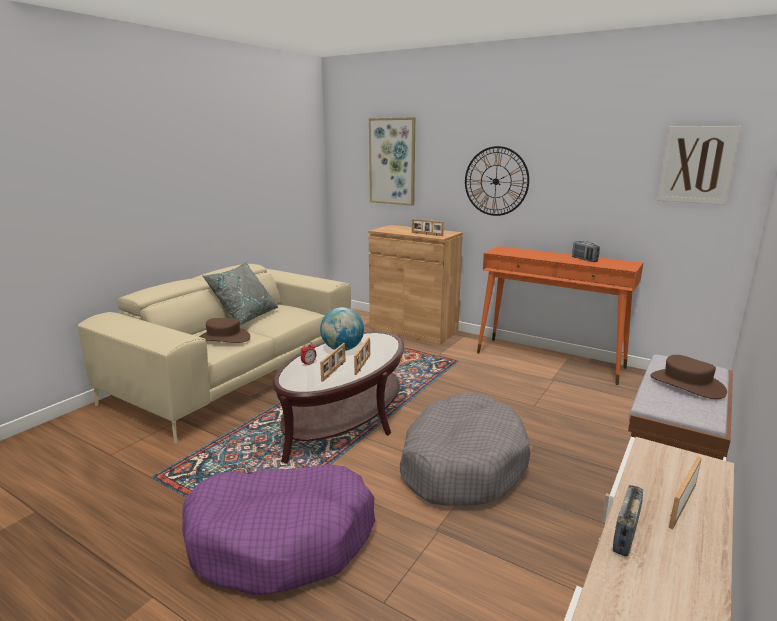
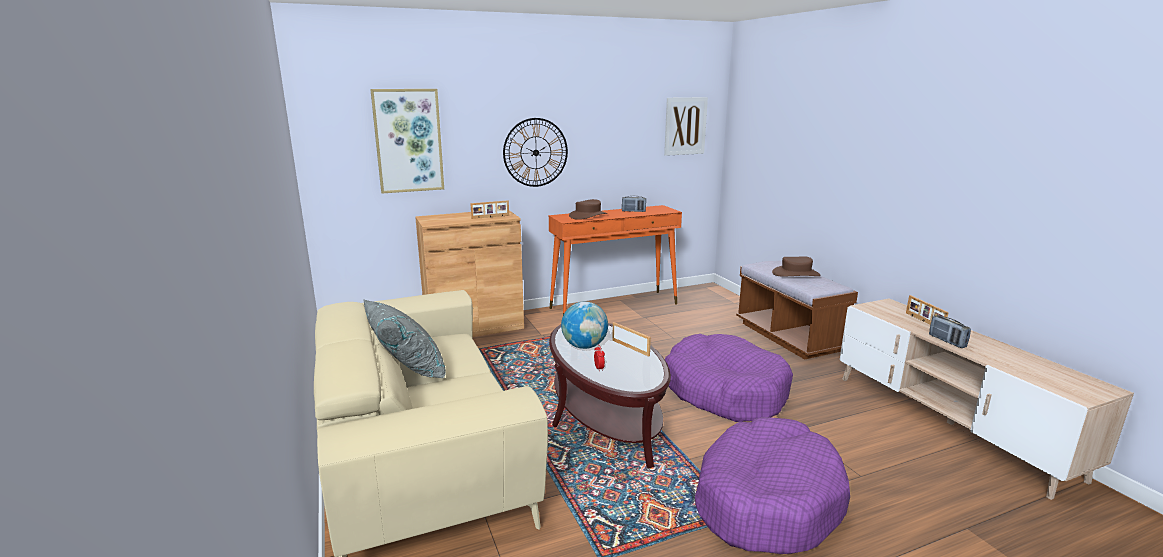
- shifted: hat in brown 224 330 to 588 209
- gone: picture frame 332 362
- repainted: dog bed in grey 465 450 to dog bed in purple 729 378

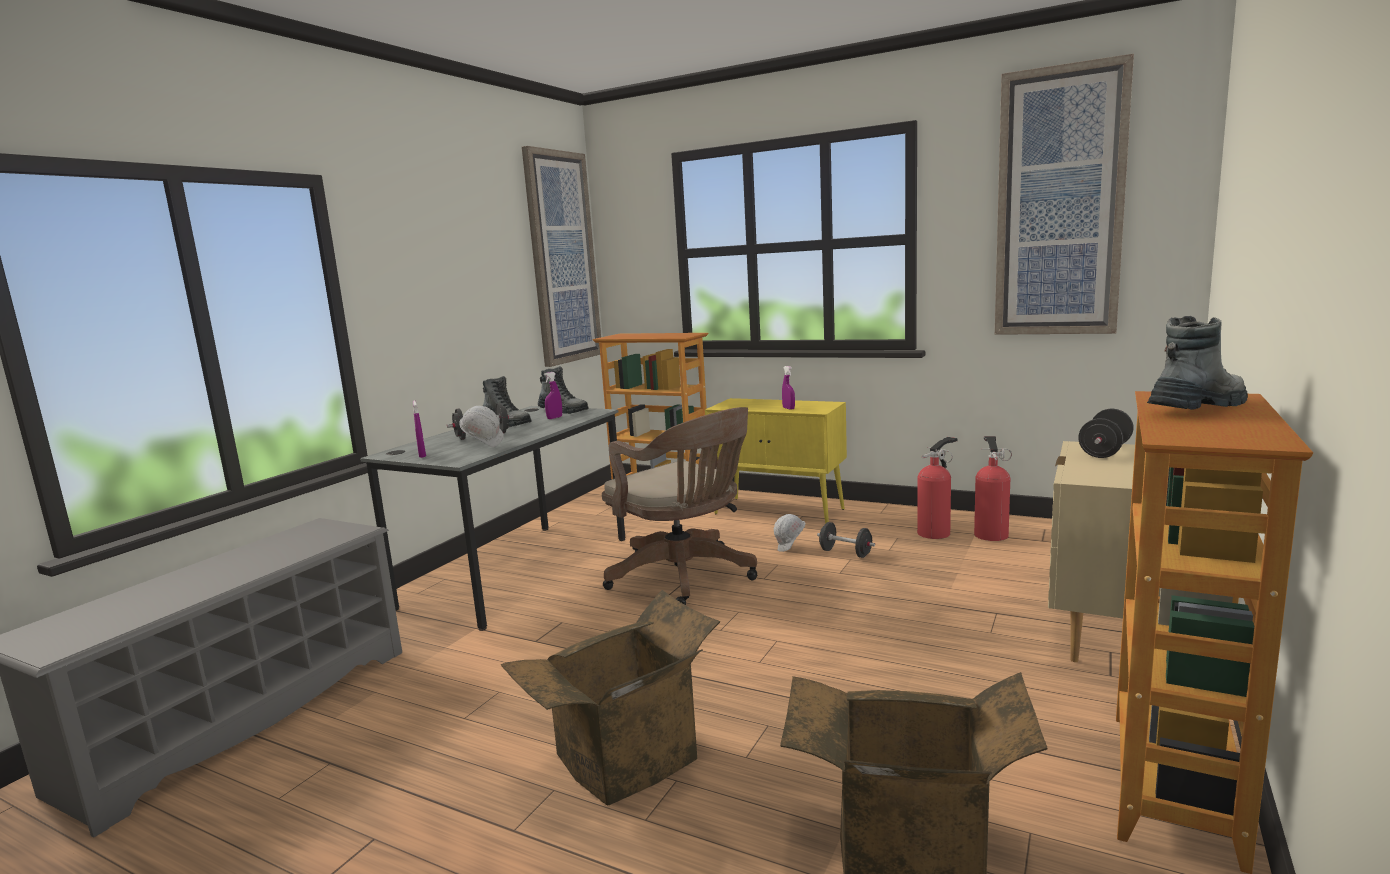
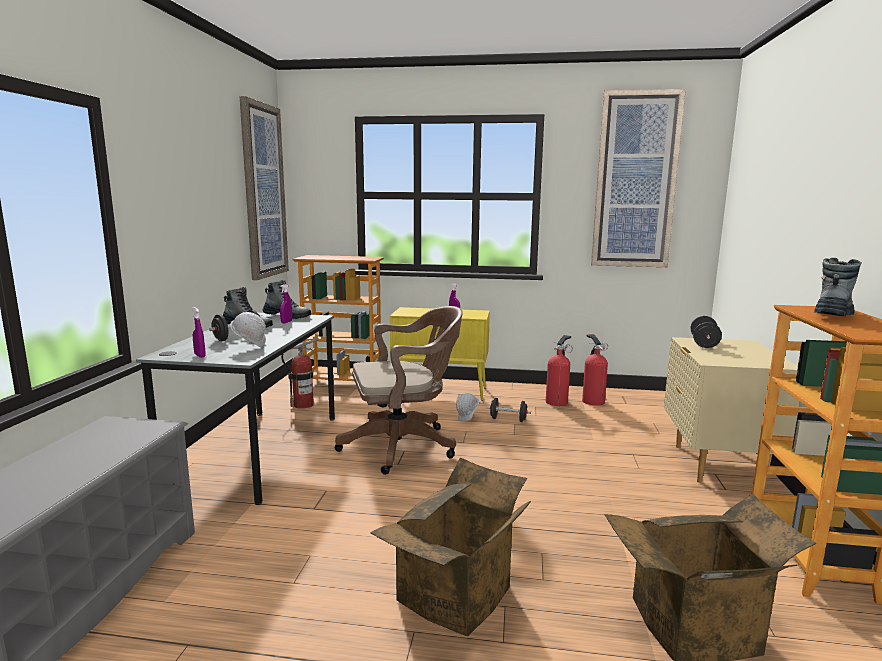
- rotated: office chair in brown 679 506 = 399 390 45 degrees counterclockwise
- new: fire extinguisher 300 373

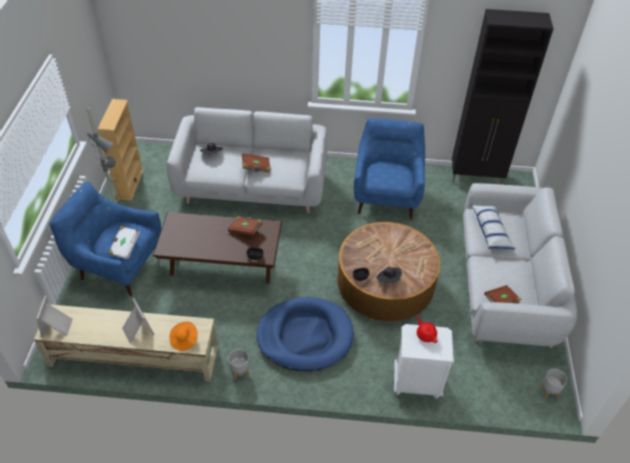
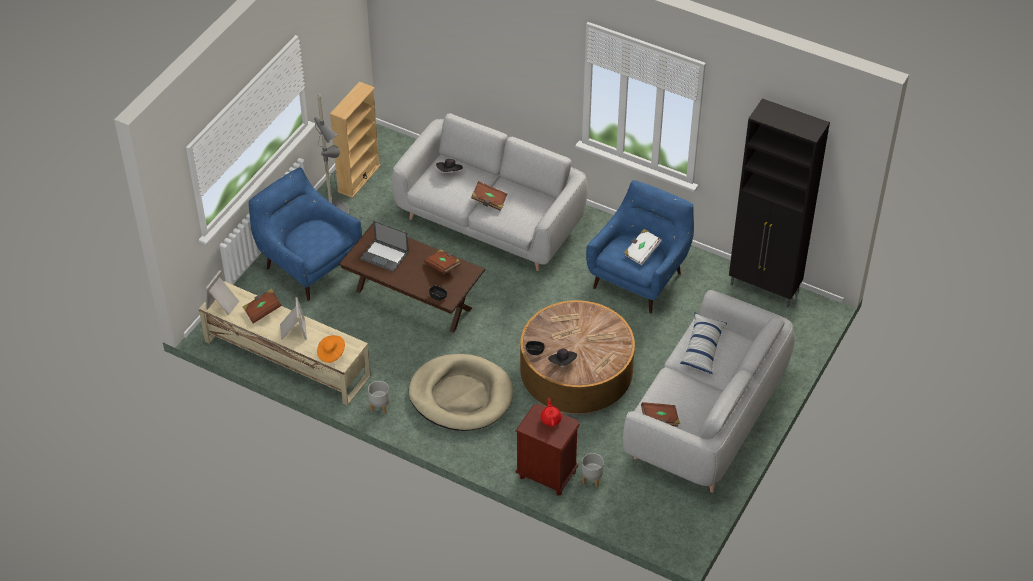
- shifted: book in white 124 242 to 643 247
- repainted: dog bed in blue 305 334 to dog bed in beige 460 392
- repainted: nightstand in white 424 361 to nightstand in brown 547 450
- shifted: planter in grey 553 384 to 593 470
- new: book in brown 262 306
- new: laptop 384 246

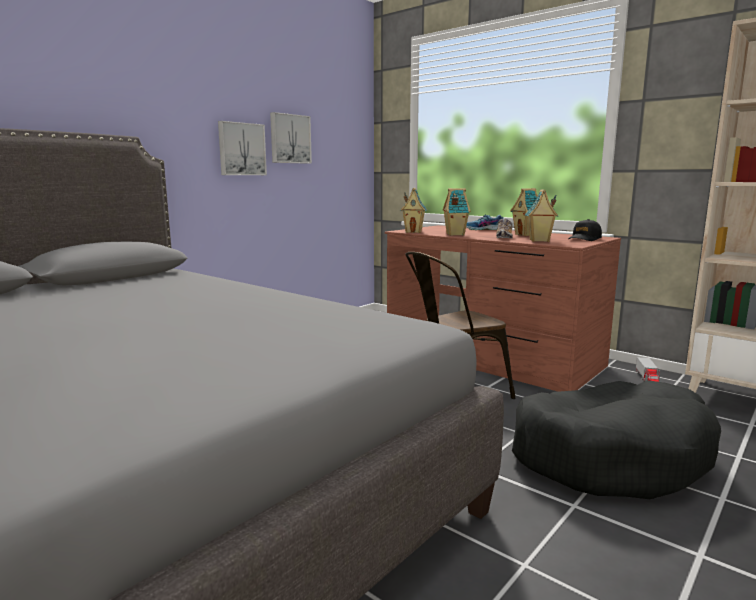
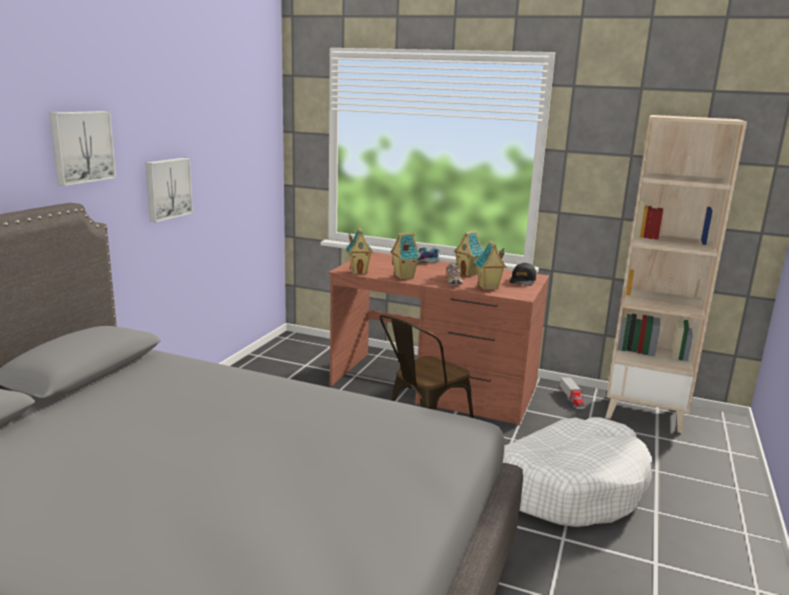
- shifted: picture 291 138 to 82 148
- repainted: dog bed in black 616 439 to dog bed in white 577 472

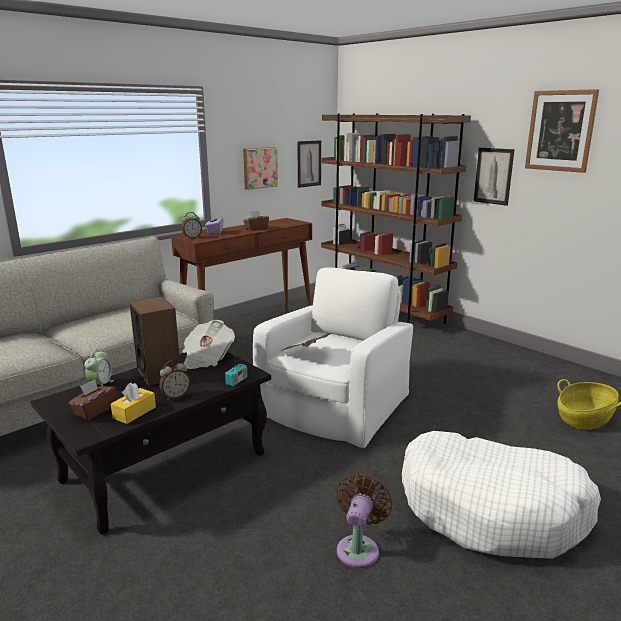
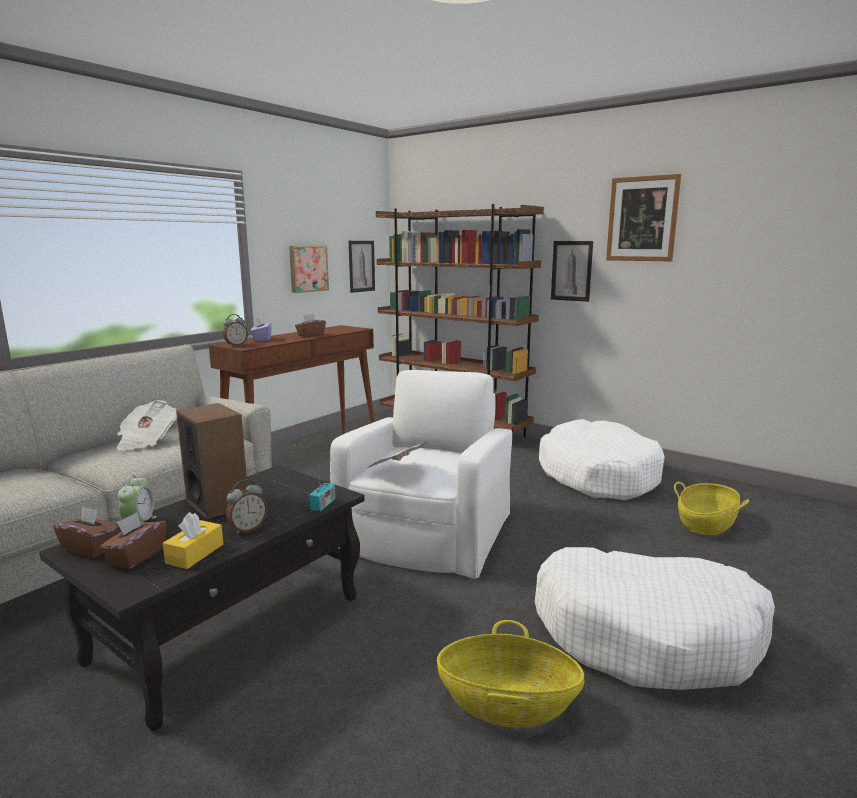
- shifted: newspaper 208 344 to 147 425
- swapped: fan in brown 364 520 to basket 510 674
- new: tissue box in brown 86 532
- new: dog bed in white 602 459

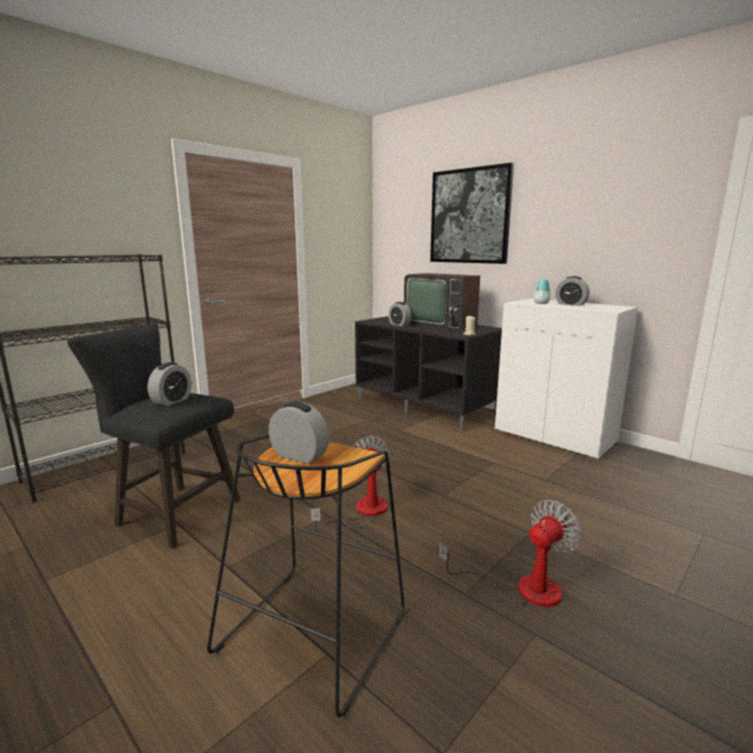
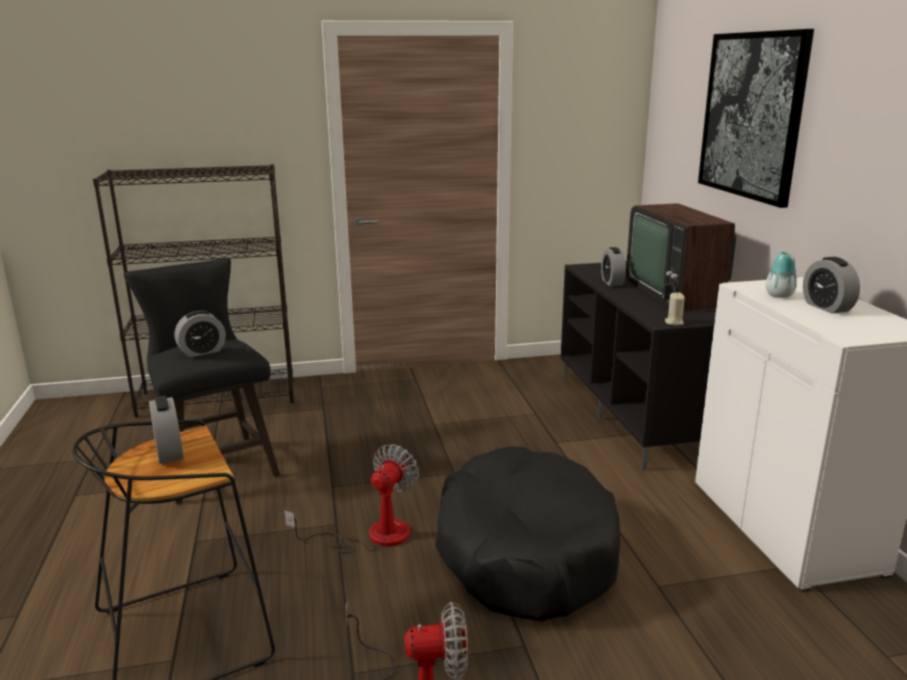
- new: dog bed in black 527 534

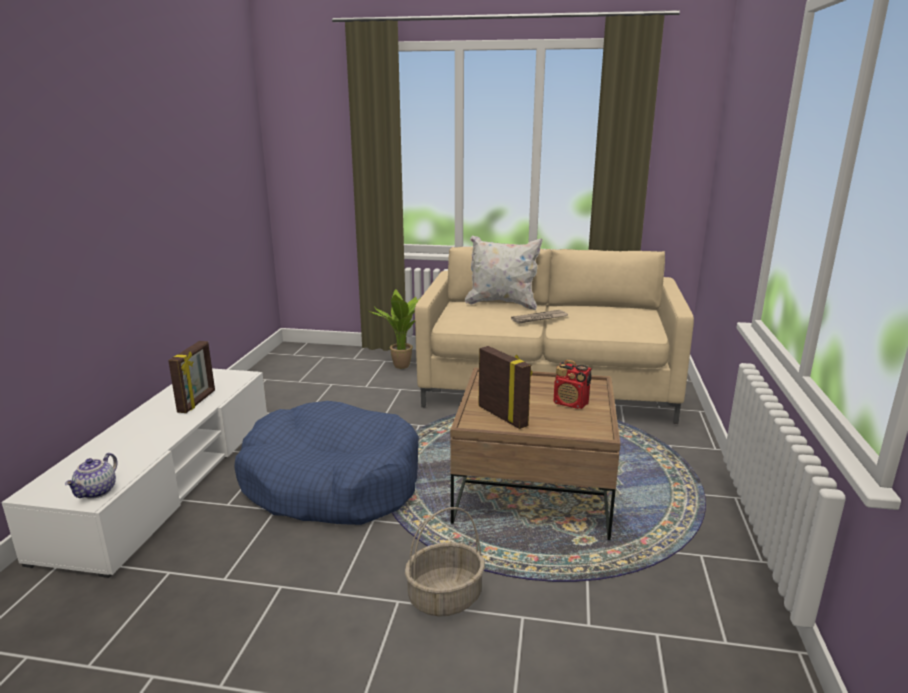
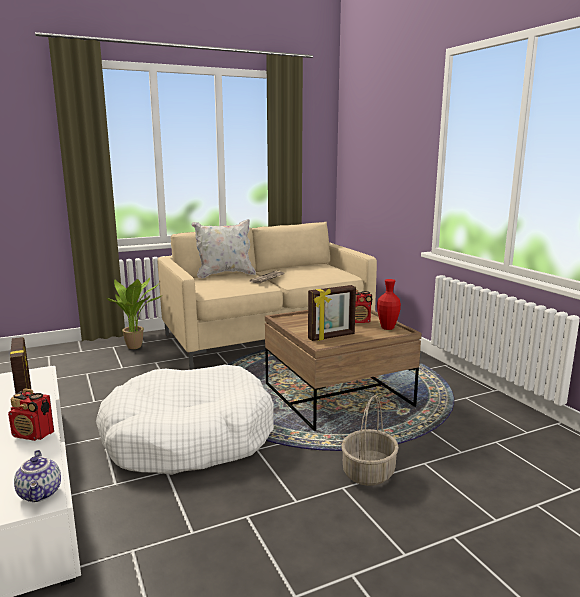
- repainted: dog bed in blue 326 463 to dog bed in white 185 420
- rotated: picture frame 505 387 = 332 313 135 degrees clockwise
- new: radio 31 414
- new: vase in red 389 304

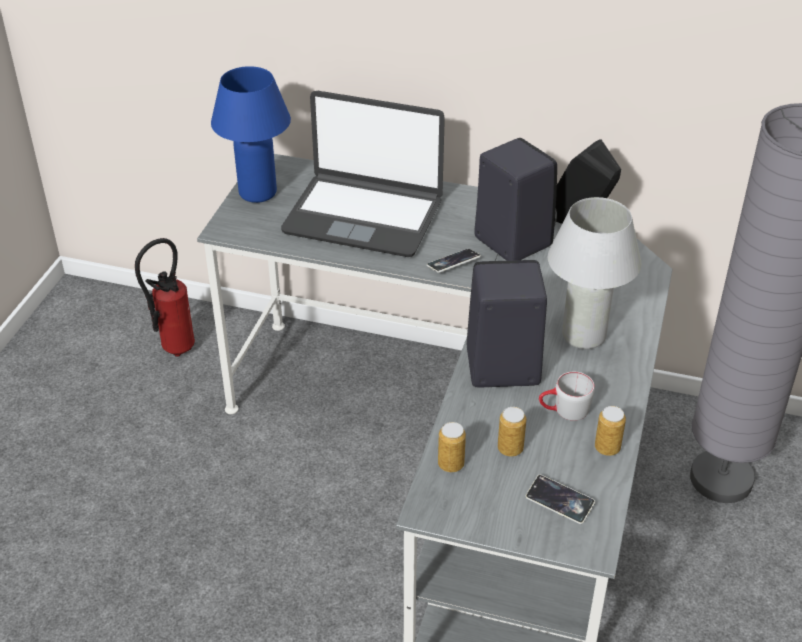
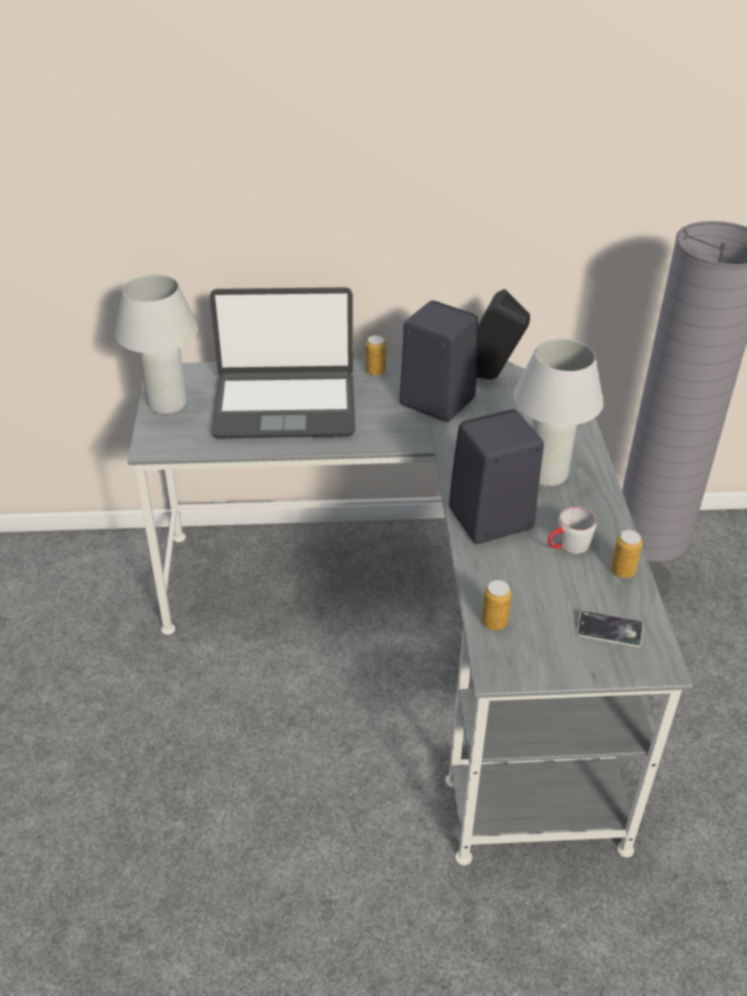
- gone: fire extinguisher 165 297
- repainted: table lamp in blue 251 134 to table lamp in white 156 344
- gone: phone 453 261
- shifted: can 512 431 to 376 355

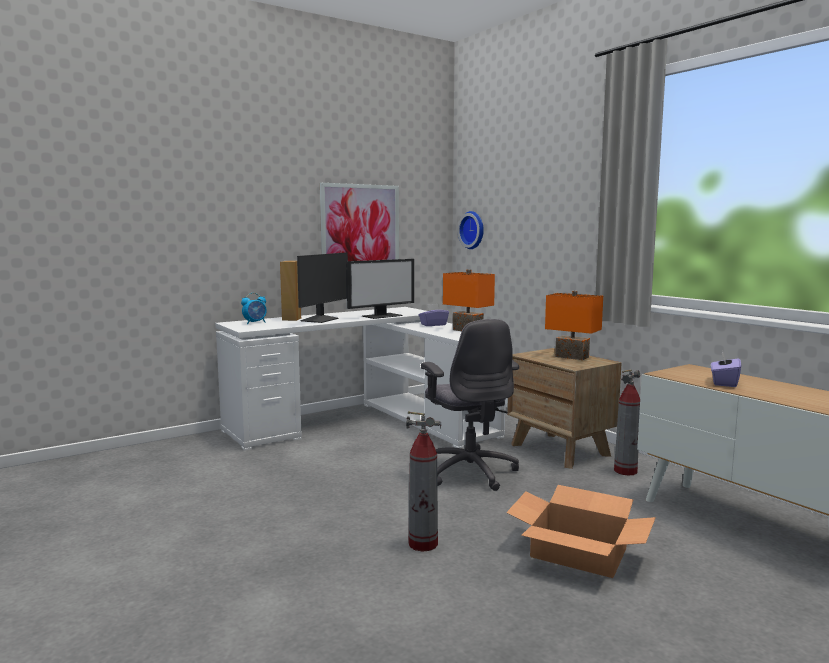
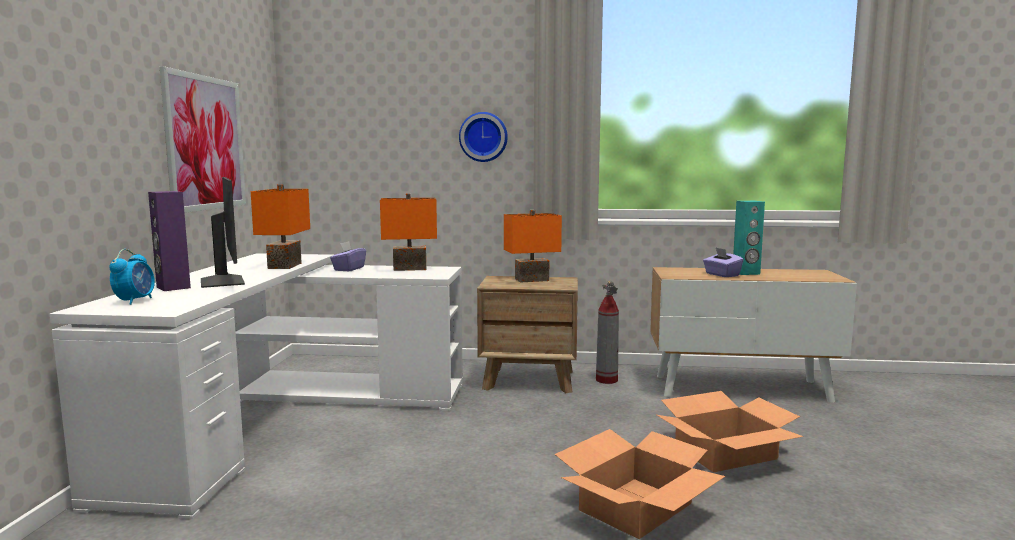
- repainted: speaker in brown 290 291 to speaker in purple 169 241
- swapped: monitor 380 289 to table lamp in orange 280 226
- swapped: fire extinguisher 423 481 to cardboard box 640 484
- gone: office chair in grey 470 405
- shifted: wall clock 471 230 to 483 137
- new: speaker in turquoise 749 238

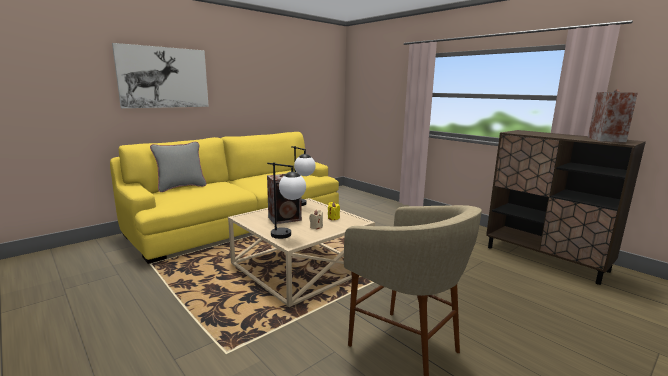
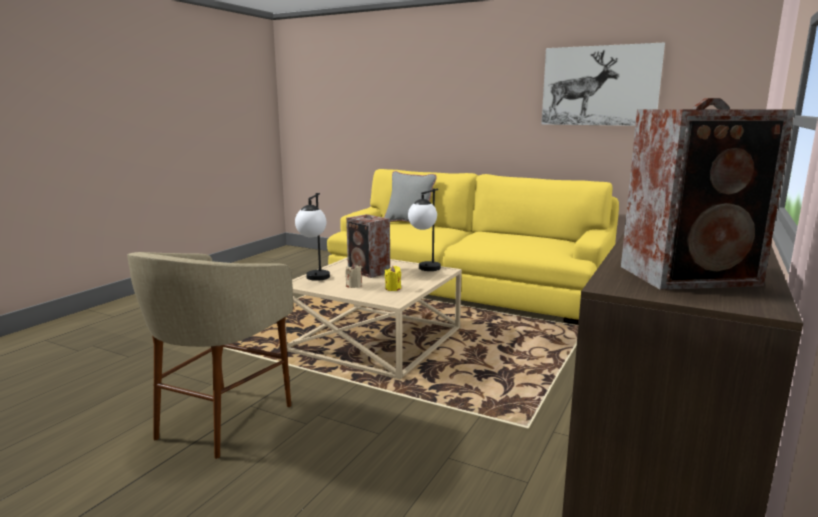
- shifted: picture 160 75 to 603 84

